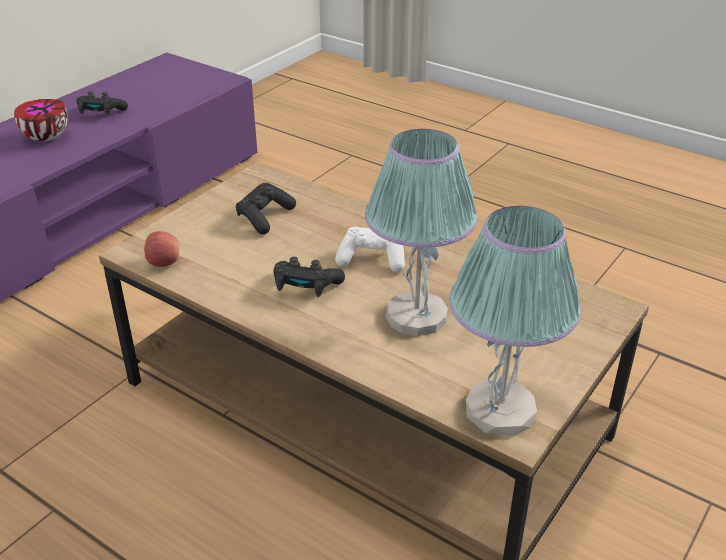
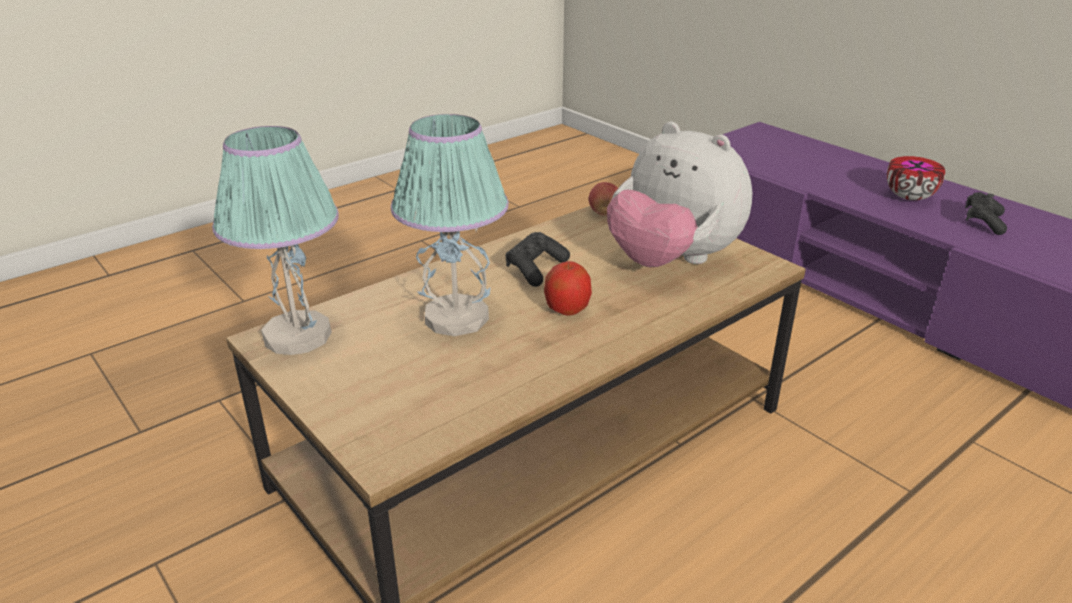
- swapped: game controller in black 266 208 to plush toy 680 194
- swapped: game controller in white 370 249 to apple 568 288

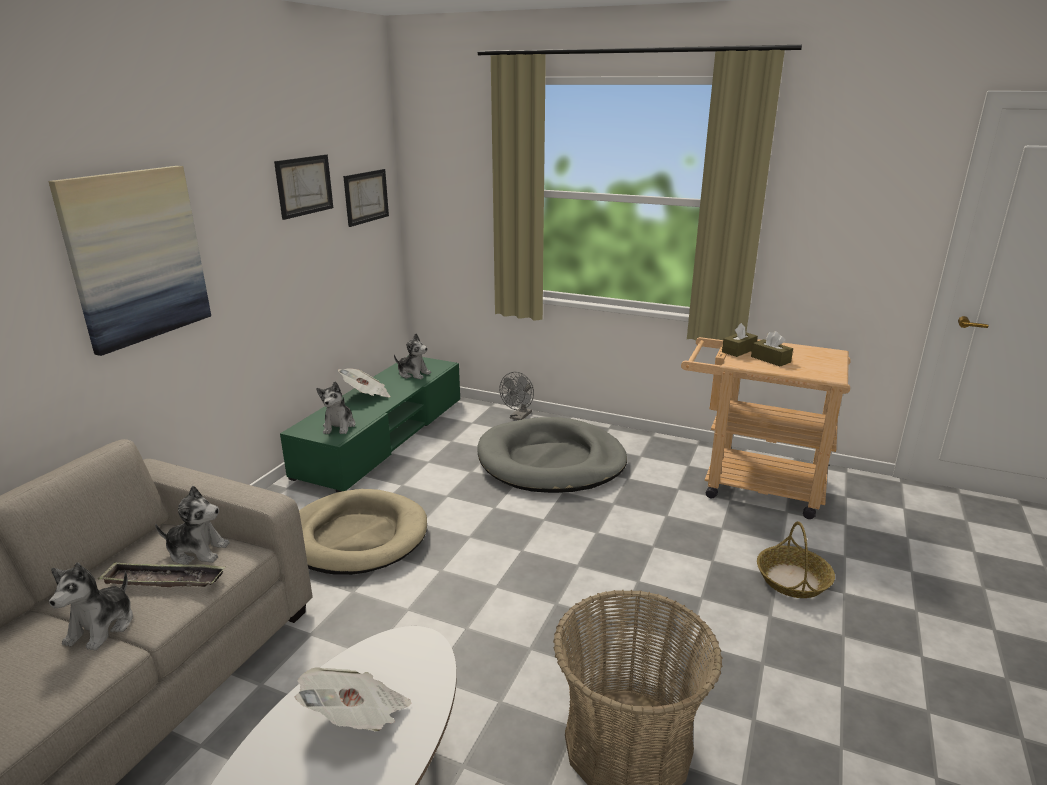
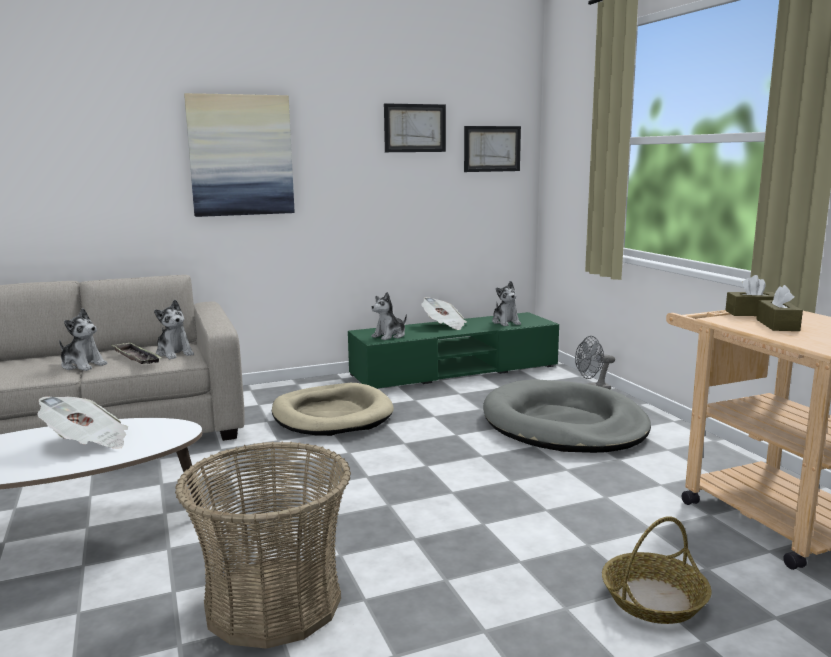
- rotated: plush toy 91 606 = 83 339 120 degrees counterclockwise

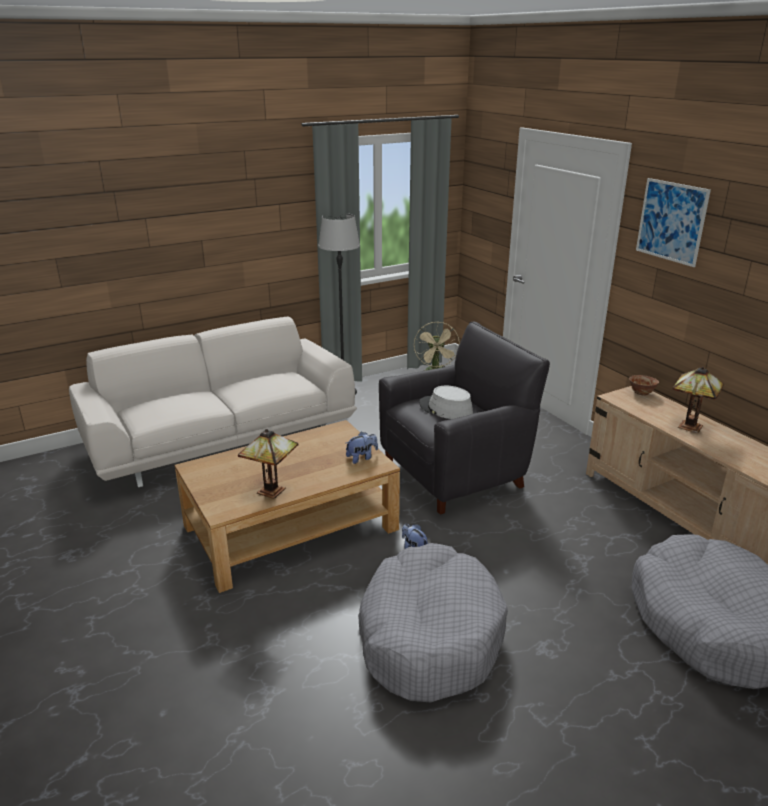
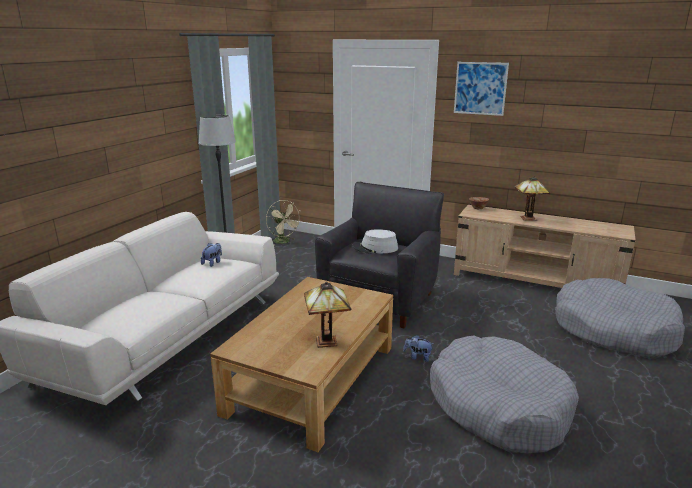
- shifted: plush toy 362 448 to 211 255

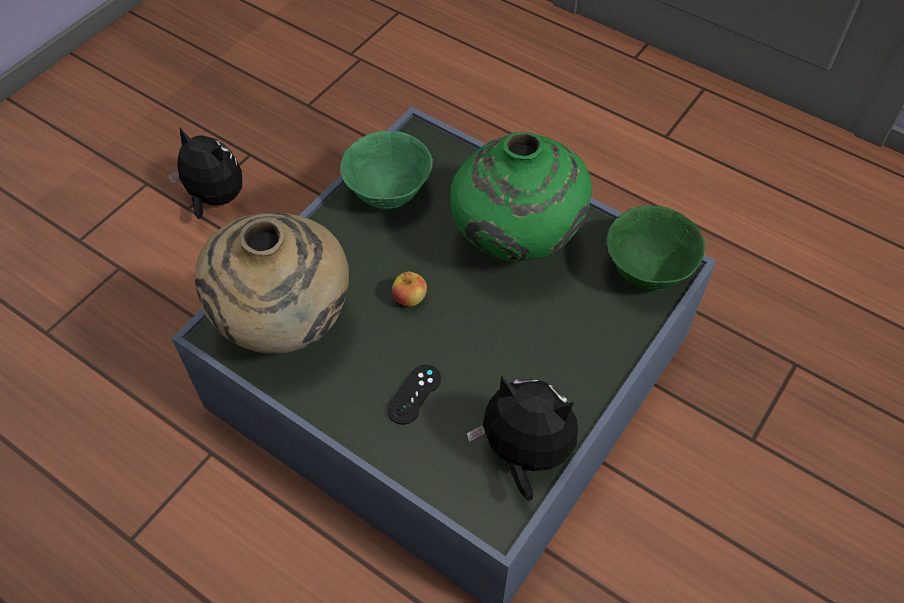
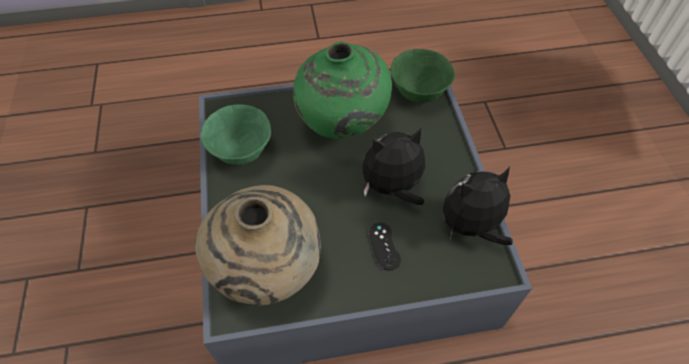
- shifted: plush toy 204 173 to 393 166
- gone: apple 409 289

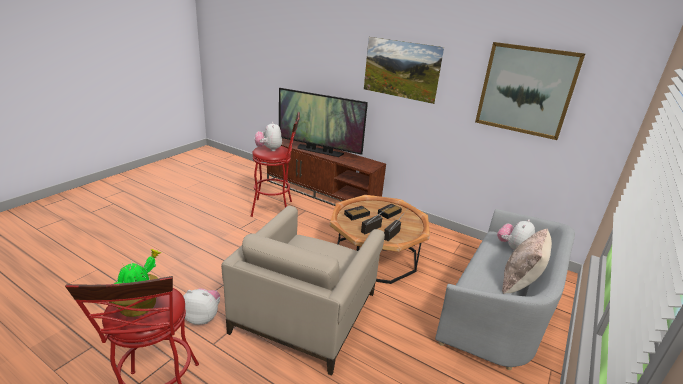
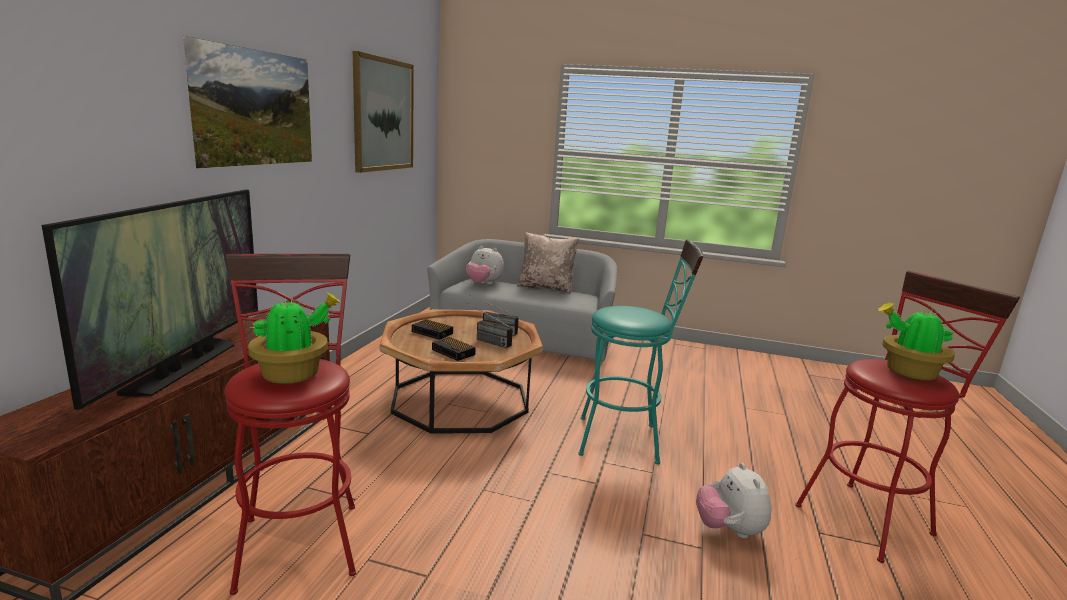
- swapped: armchair in beige 303 291 to stool in turquoise 641 351
- swapped: plush toy 268 136 to potted plant 295 338

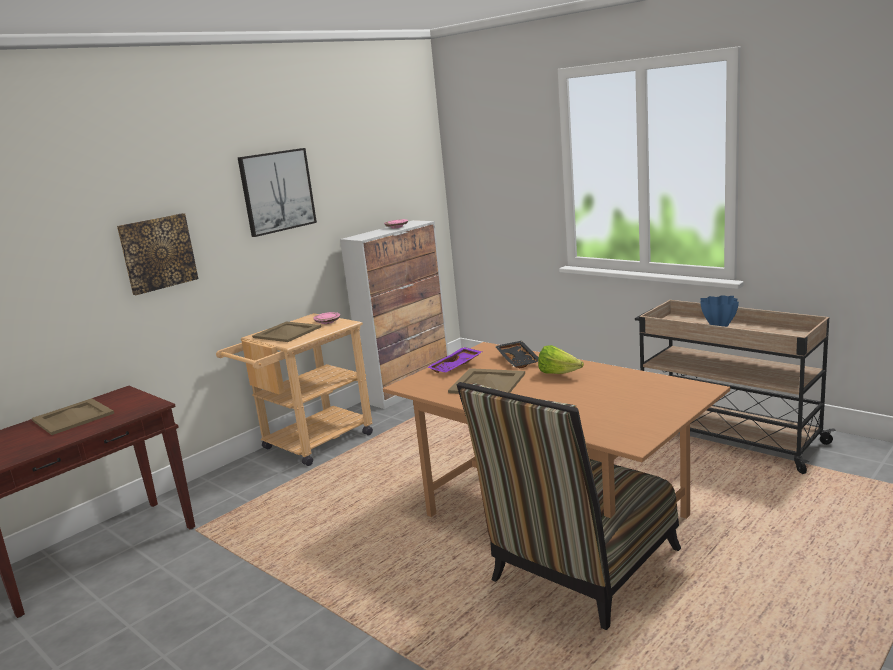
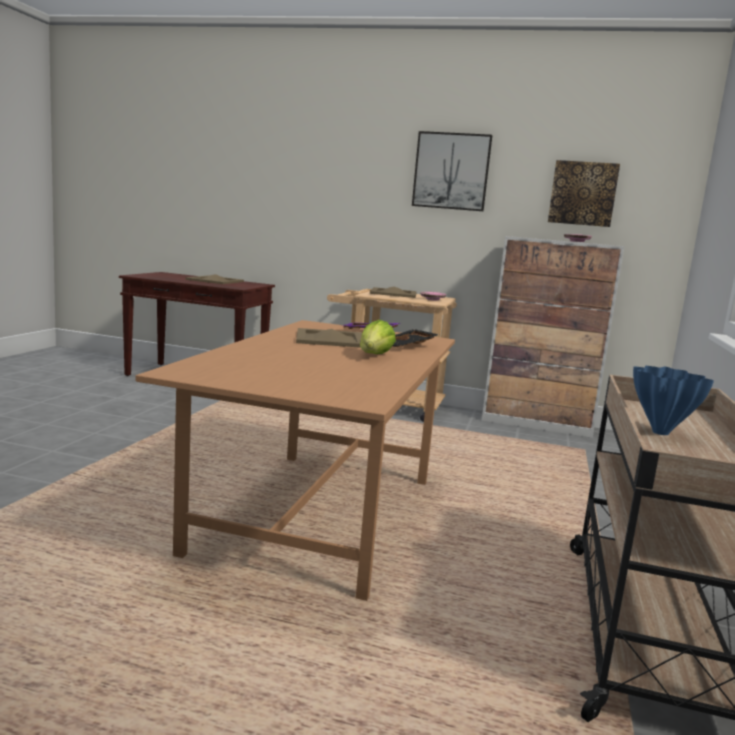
- shifted: picture 157 254 to 584 193
- gone: chair 569 506

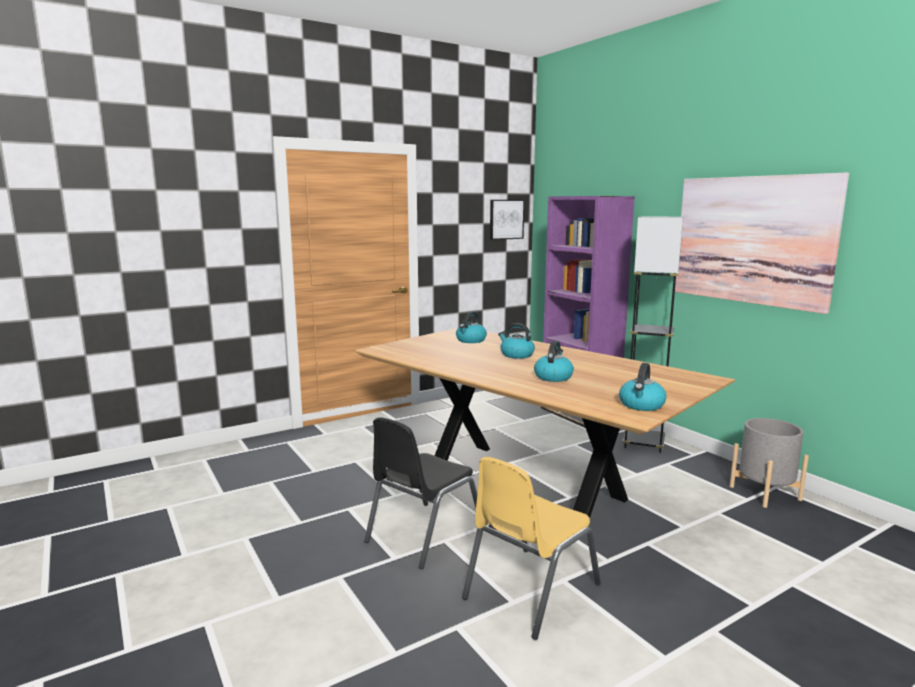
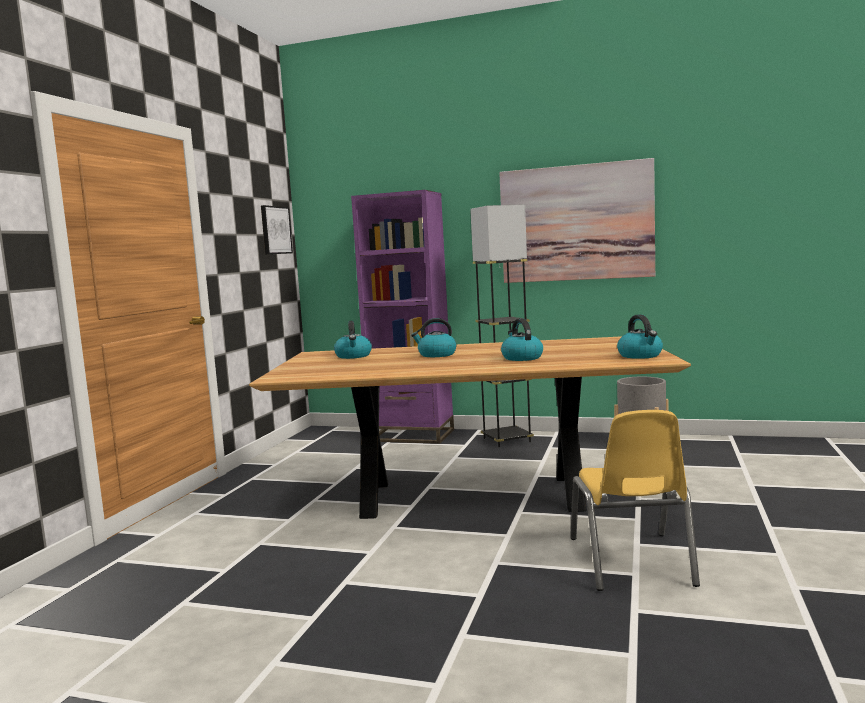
- gone: chair in black 420 493

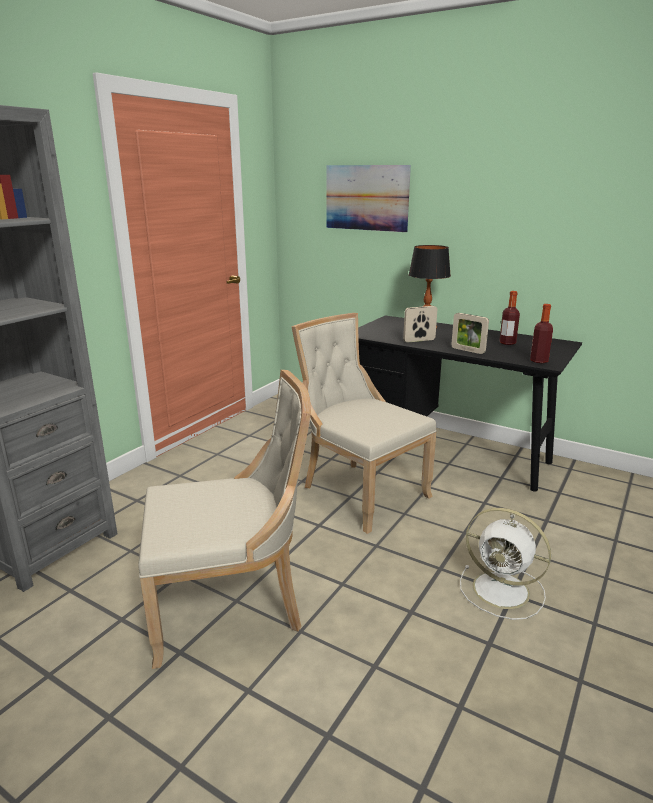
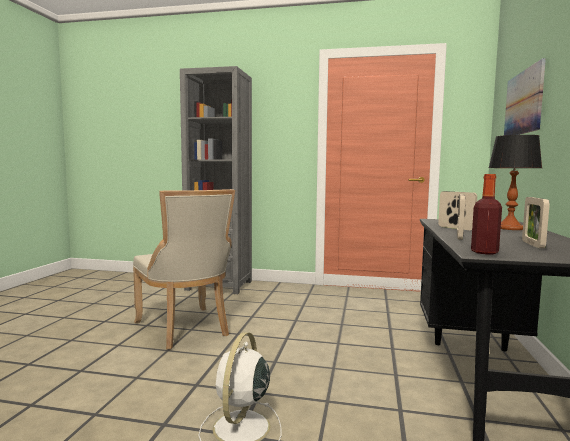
- gone: chair in beige 364 423
- swapped: bottle 509 318 to picture frame 536 222

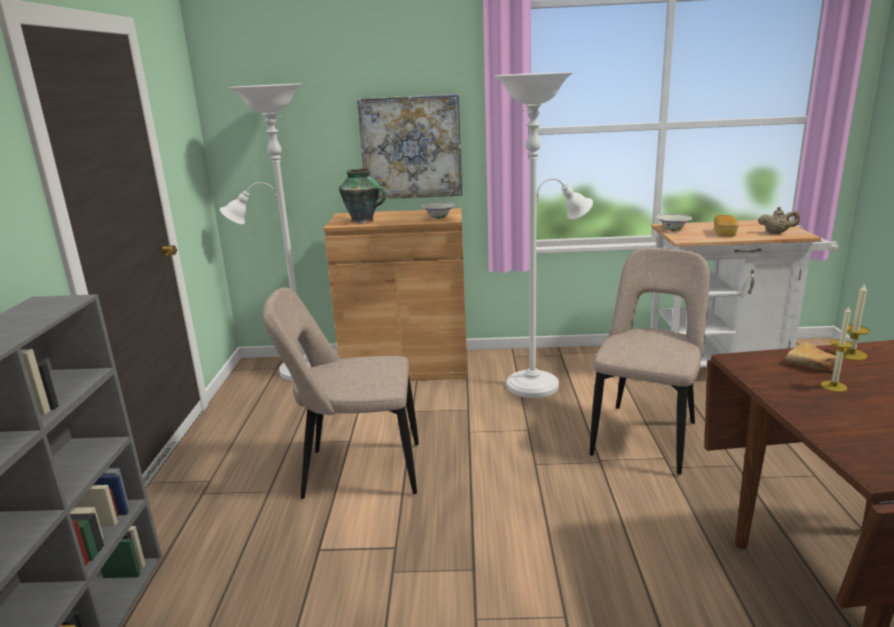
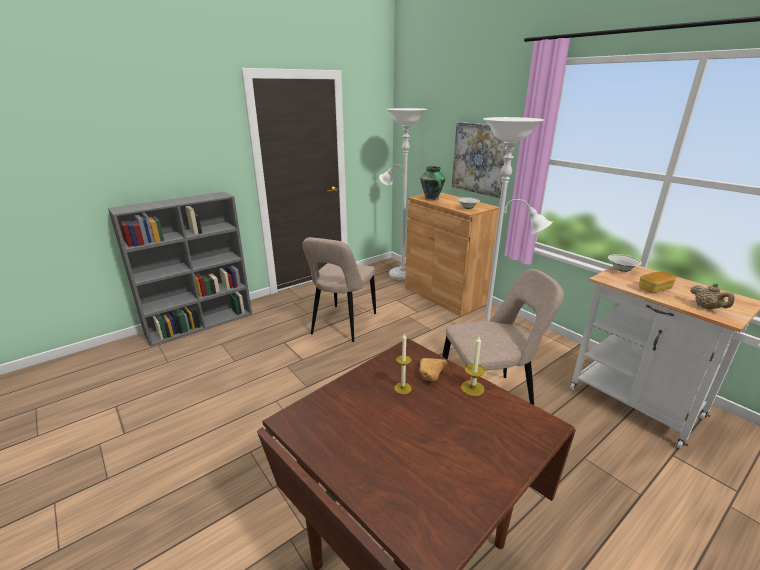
- rotated: chair in beige 341 393 = 339 289 120 degrees counterclockwise

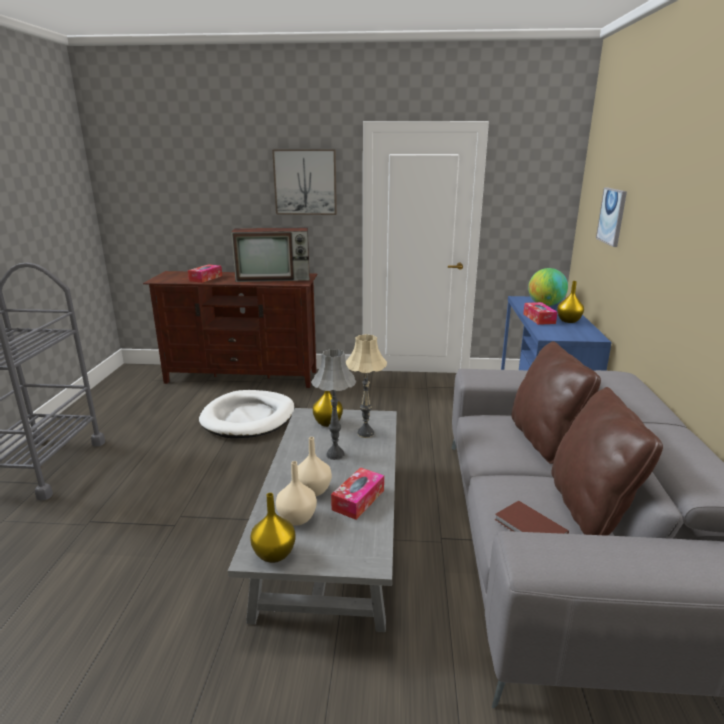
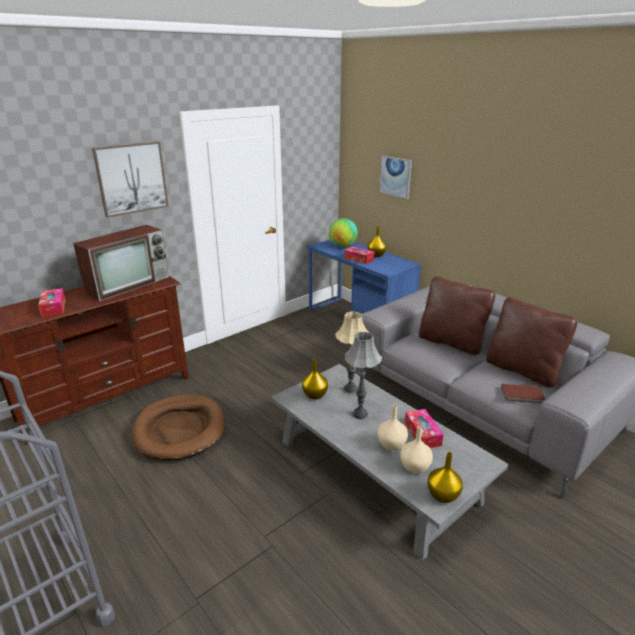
- repainted: dog bed in white 247 414 to dog bed in brown 178 427

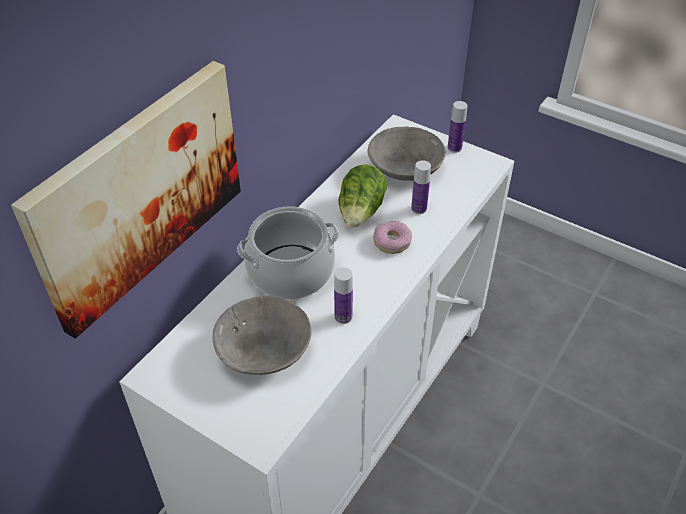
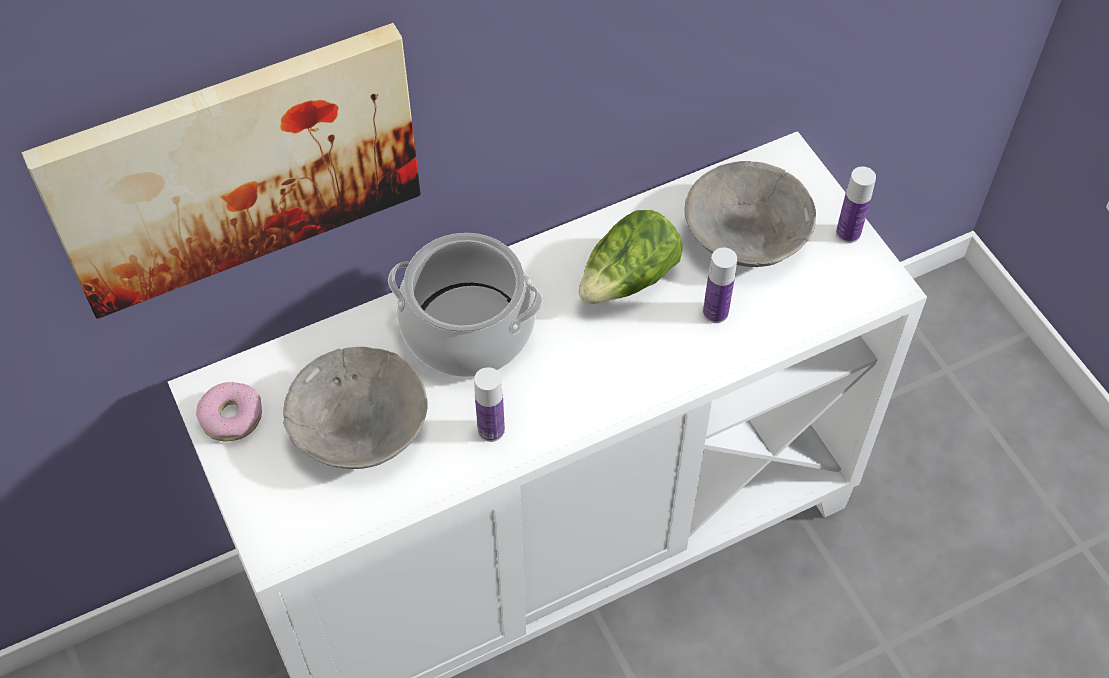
- shifted: donut 392 237 to 229 412

